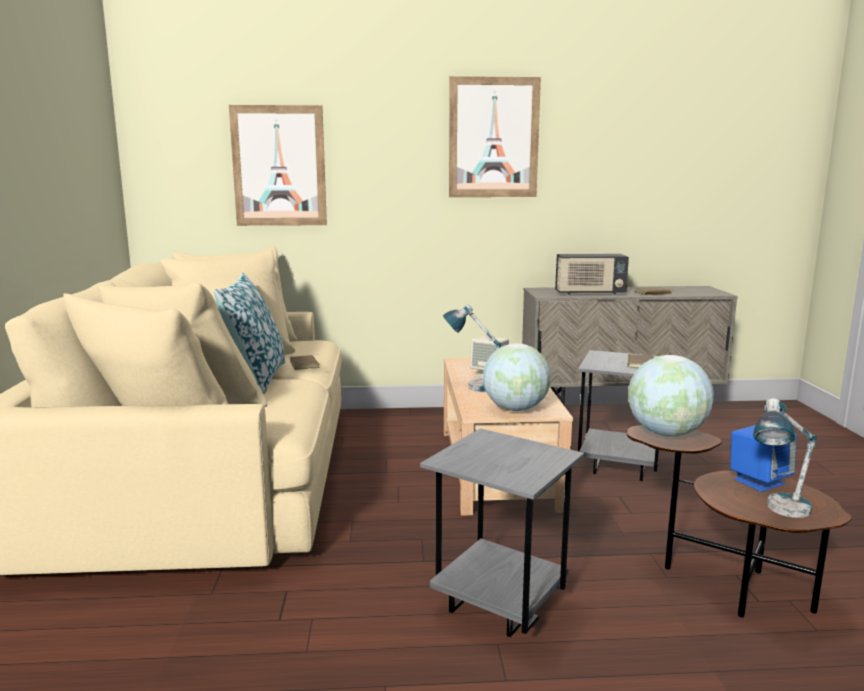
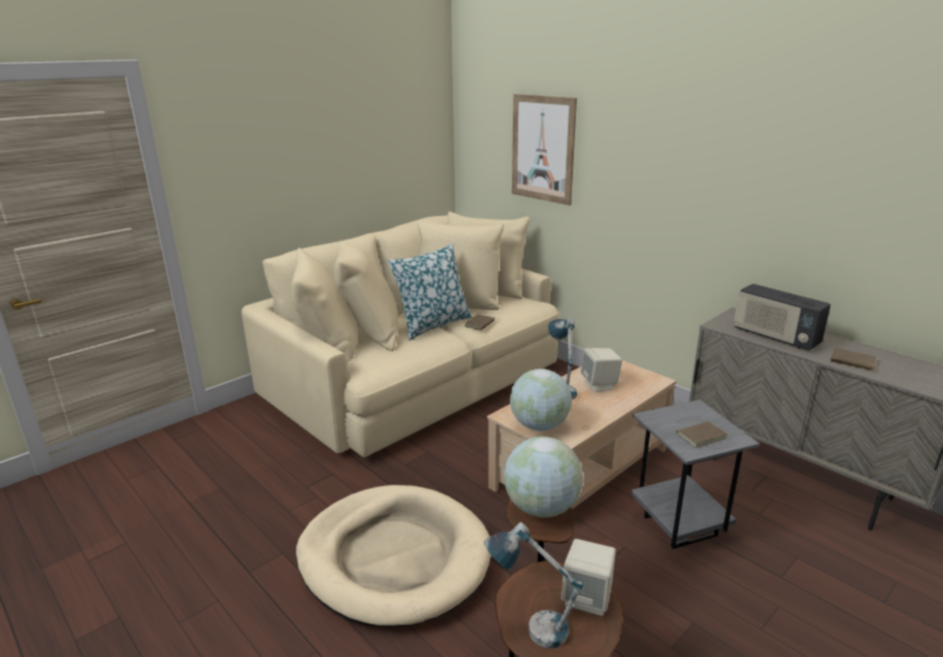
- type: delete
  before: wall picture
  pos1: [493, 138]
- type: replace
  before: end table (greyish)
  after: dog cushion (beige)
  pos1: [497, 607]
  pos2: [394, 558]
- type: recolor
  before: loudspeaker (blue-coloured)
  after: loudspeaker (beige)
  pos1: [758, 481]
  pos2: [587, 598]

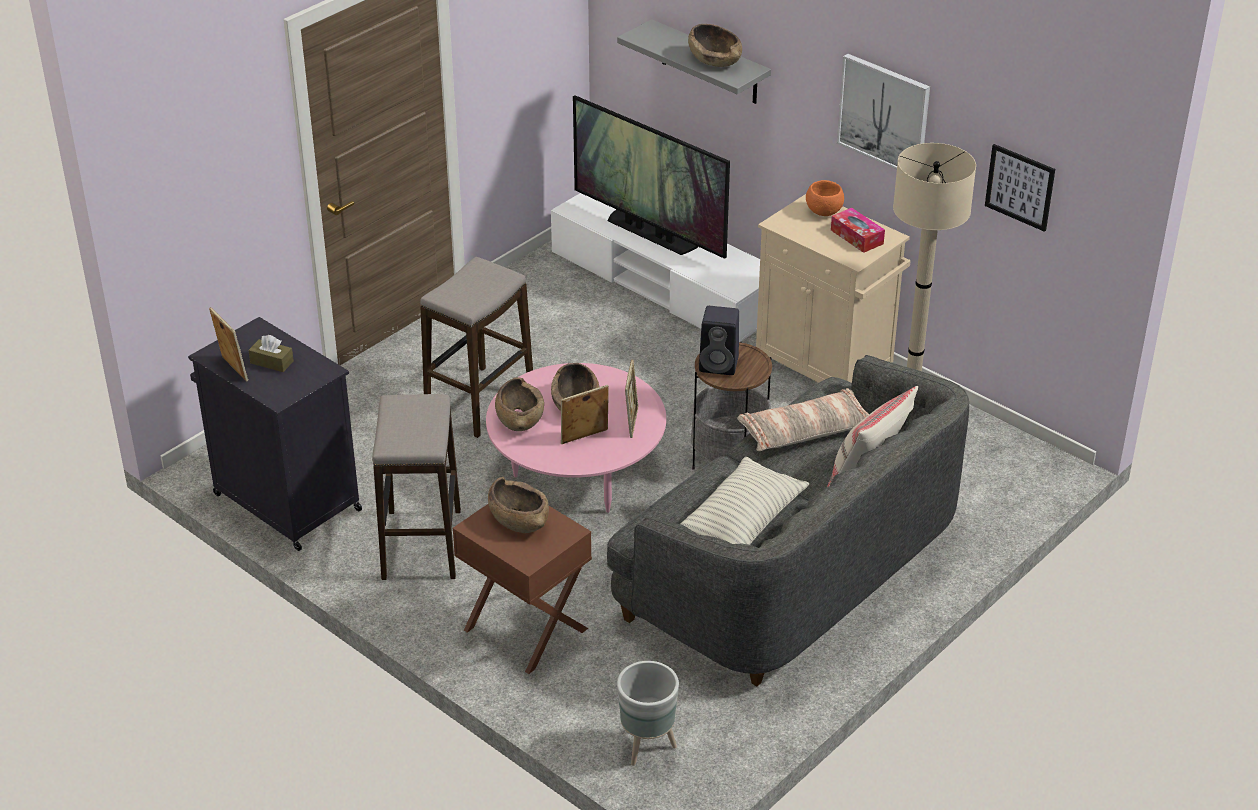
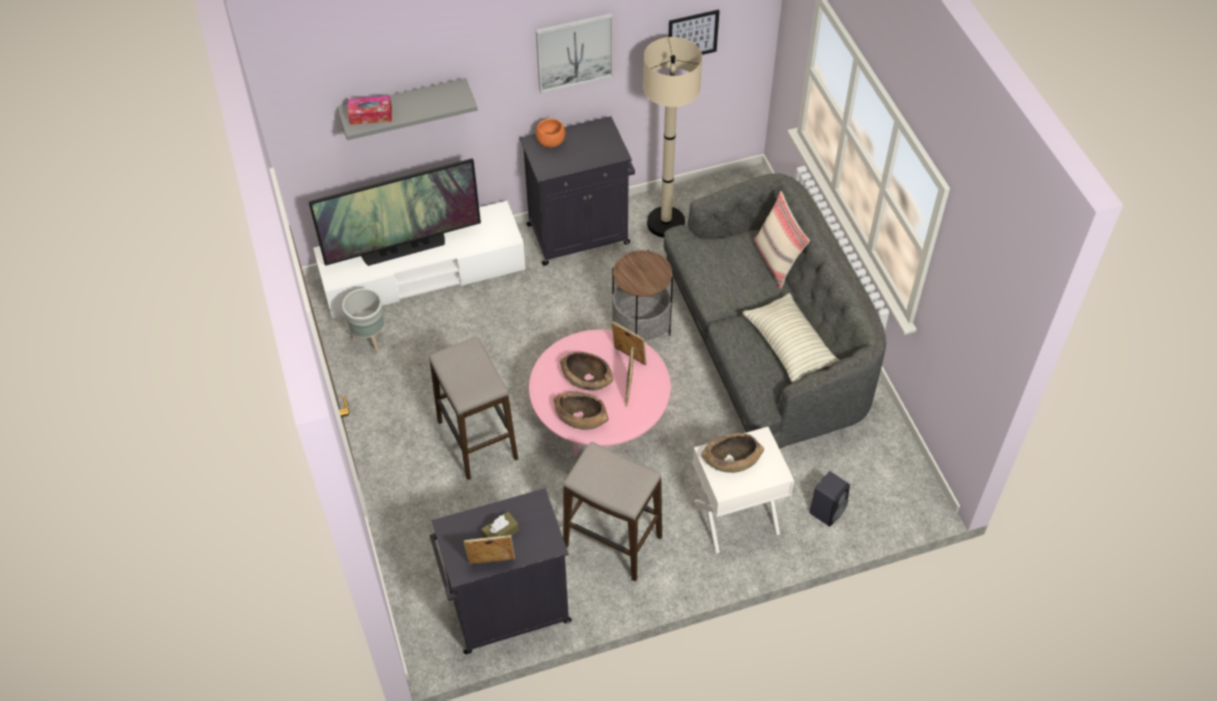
- type: delete
  before: serving bowl (brown)
  pos1: [715, 59]
- type: delete
  before: cushion
  pos1: [805, 431]
- type: move
  before: planter (greyish)
  pos1: [647, 746]
  pos2: [370, 339]
- type: move
  before: loudspeaker (black)
  pos1: [720, 364]
  pos2: [827, 510]
- type: move
  before: tissue box
  pos1: [857, 237]
  pos2: [371, 115]
- type: recolor
  before: bedside table (brown)
  after: bedside table (whitish)
  pos1: [524, 630]
  pos2: [736, 518]
- type: recolor
  before: storage cabinet (beige)
  after: storage cabinet (black)
  pos1: [826, 366]
  pos2: [580, 234]

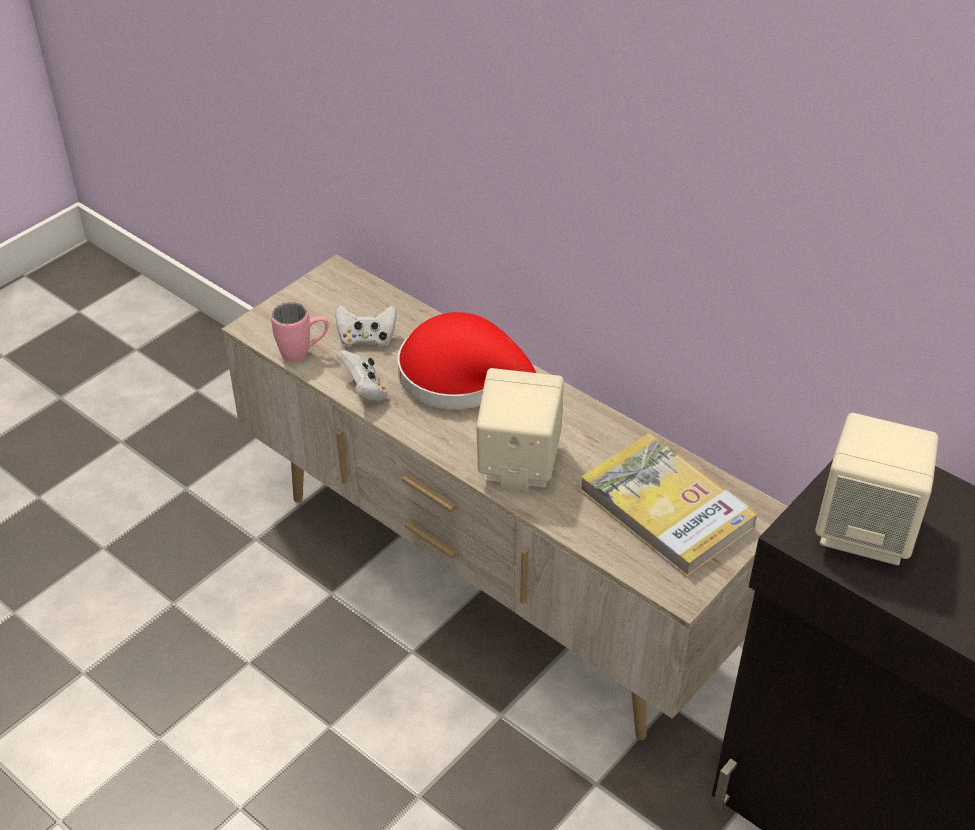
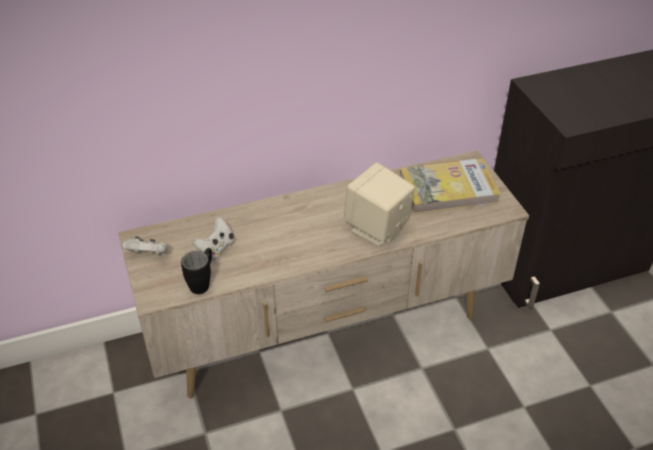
- type: delete
  before: wearable hat (red)
  pos1: [465, 378]
- type: delete
  before: loudspeaker (beige)
  pos1: [865, 530]
- type: move
  before: joypad (whitish)
  pos1: [364, 390]
  pos2: [149, 255]
- type: recolor
  before: mug (pinkish)
  after: mug (black)
  pos1: [303, 353]
  pos2: [203, 282]

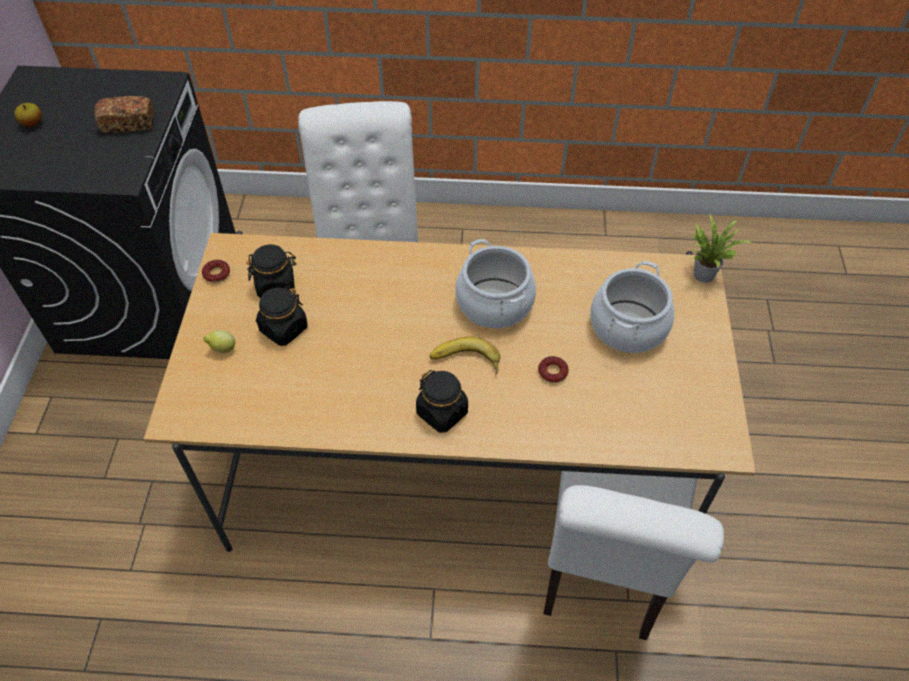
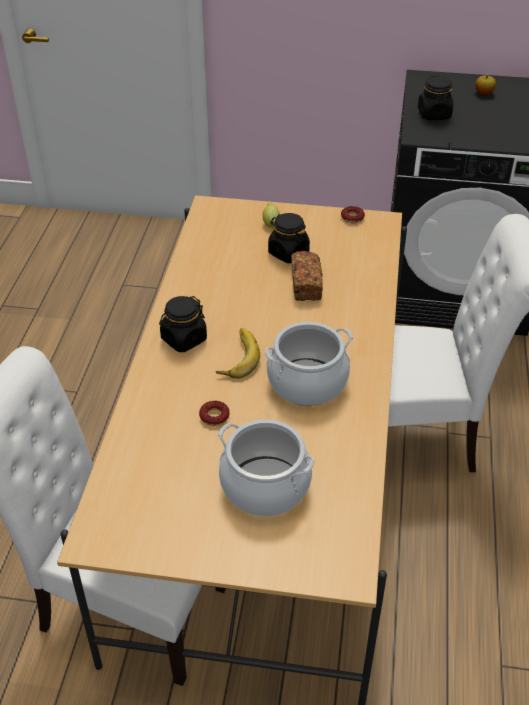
- type: delete
  before: houseplant
  pos1: [704, 272]
- type: move
  before: bread
  pos1: [128, 123]
  pos2: [306, 285]
- type: move
  before: storage jar (black)
  pos1: [276, 285]
  pos2: [434, 114]

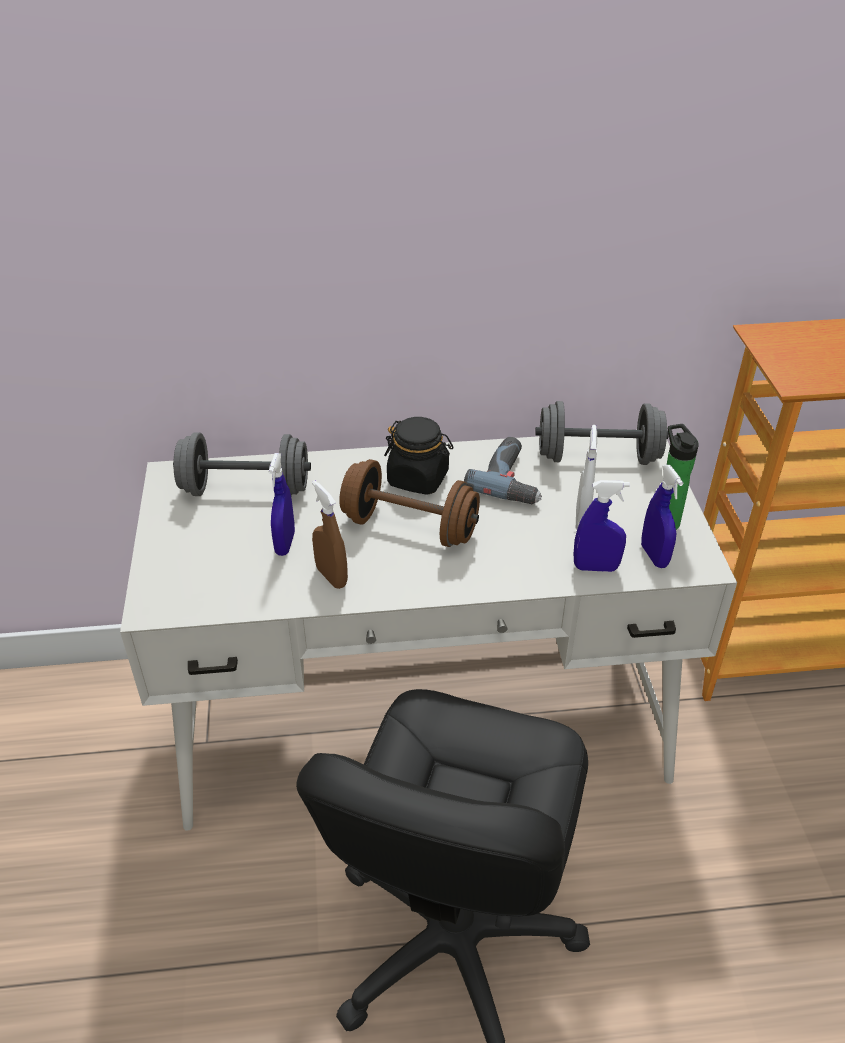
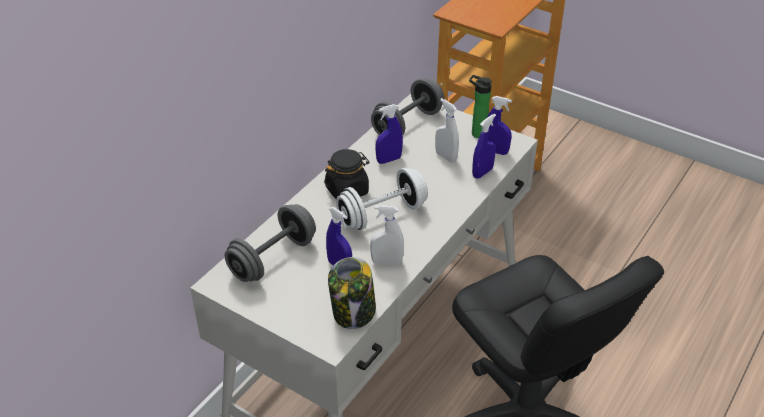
- type: insert
  after: storage jar
  pos2: [353, 312]
- type: replace
  before: drill
  after: spray bottle (blue-coloured)
  pos1: [512, 479]
  pos2: [389, 160]
- type: recolor
  before: spray bottle (brown)
  after: spray bottle (whitish)
  pos1: [331, 577]
  pos2: [386, 262]
- type: recolor
  before: dumbbell (brown)
  after: dumbbell (whitish)
  pos1: [409, 527]
  pos2: [382, 215]

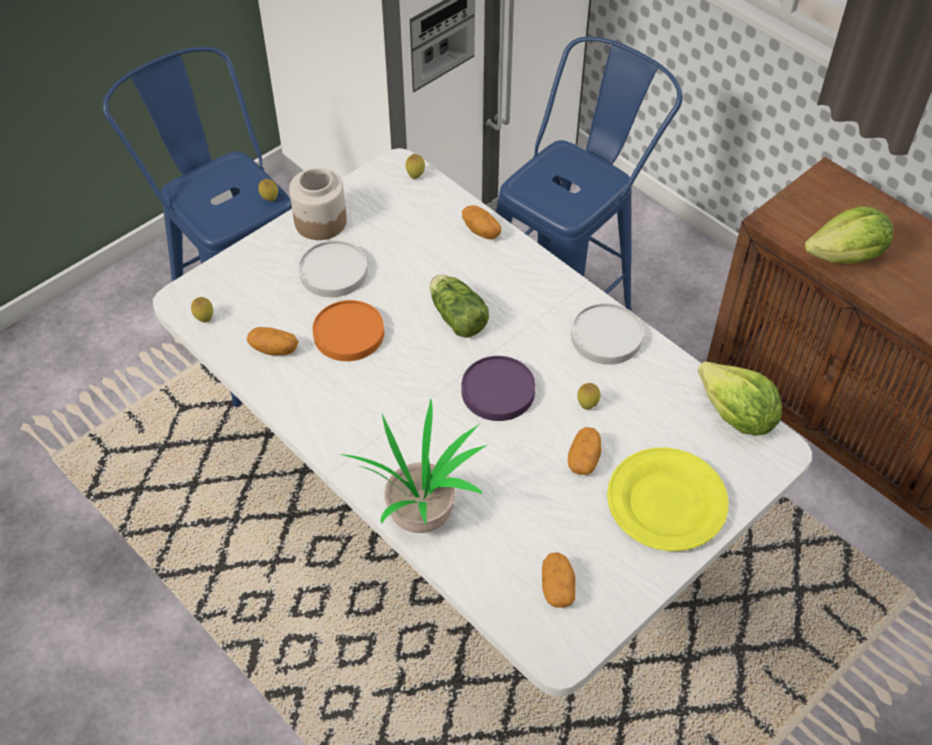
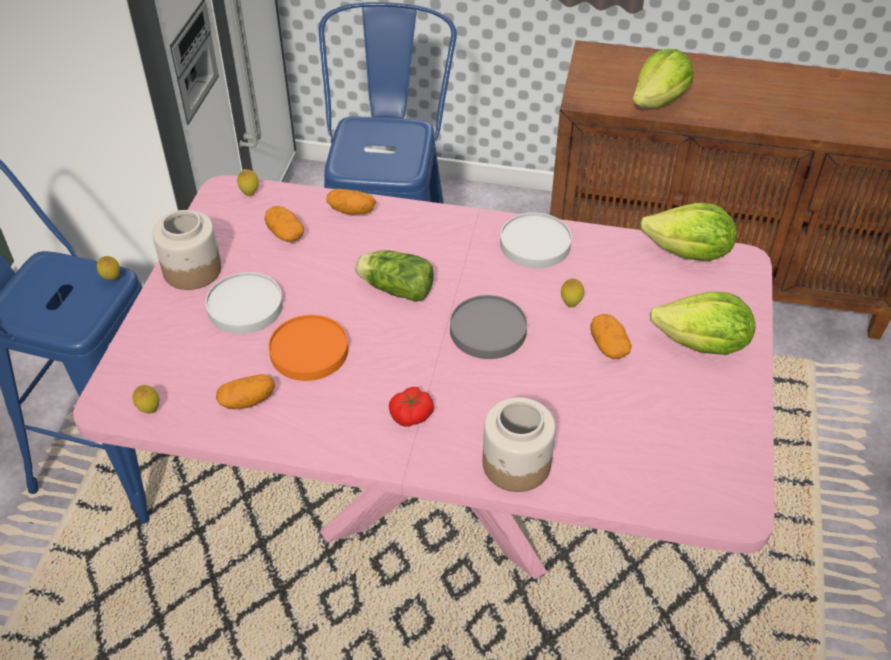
- type: insert
  after: tomato
  pos2: [411, 414]
- type: move
  before: spud
  pos1: [557, 587]
  pos2: [285, 234]
- type: replace
  before: houseplant
  after: storage jar
  pos1: [421, 512]
  pos2: [516, 465]
- type: replace
  before: dinner plate (yellow-coloured)
  after: lettuce
  pos1: [666, 504]
  pos2: [702, 345]
- type: recolor
  before: dinner table (whitish)
  after: dinner table (pinkish)
  pos1: [467, 522]
  pos2: [445, 501]
- type: recolor
  before: dinner plate (purplish)
  after: dinner plate (greyish)
  pos1: [497, 391]
  pos2: [487, 331]

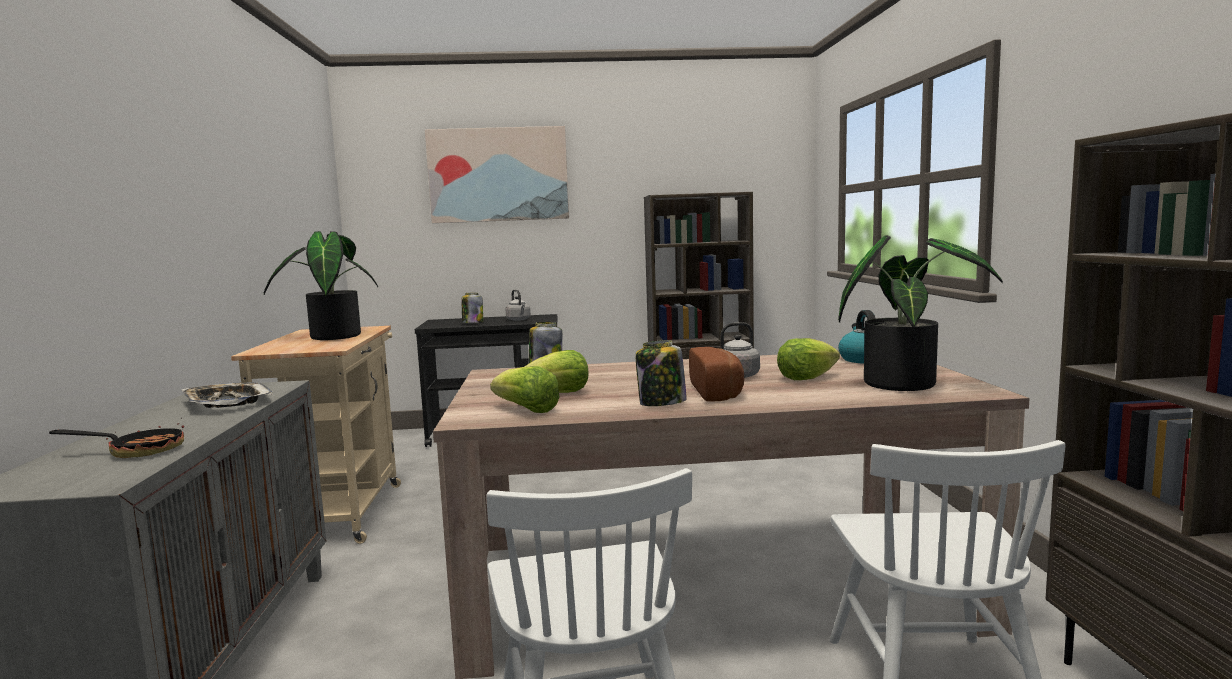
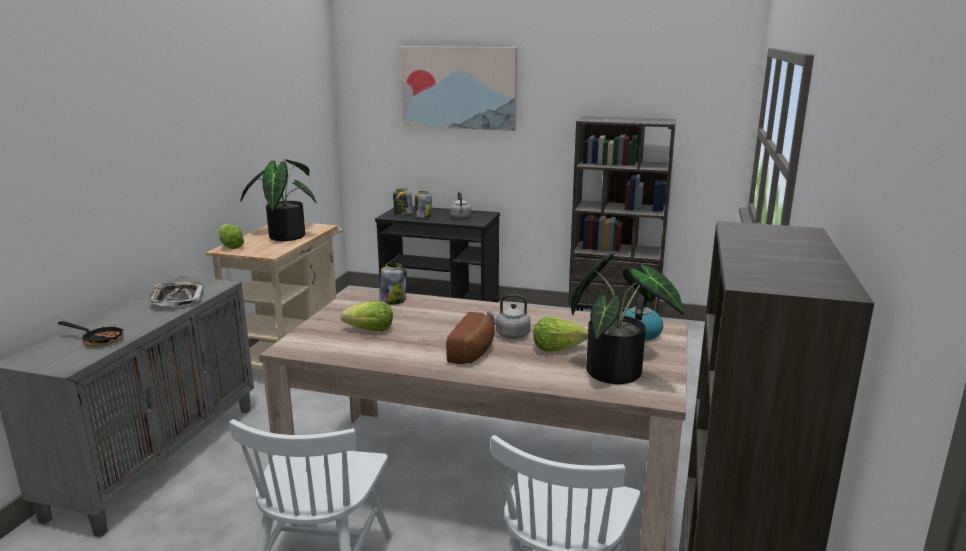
- type: move
  before: lettuce
  pos1: [526, 410]
  pos2: [230, 246]
- type: move
  before: storage jar
  pos1: [661, 403]
  pos2: [403, 214]

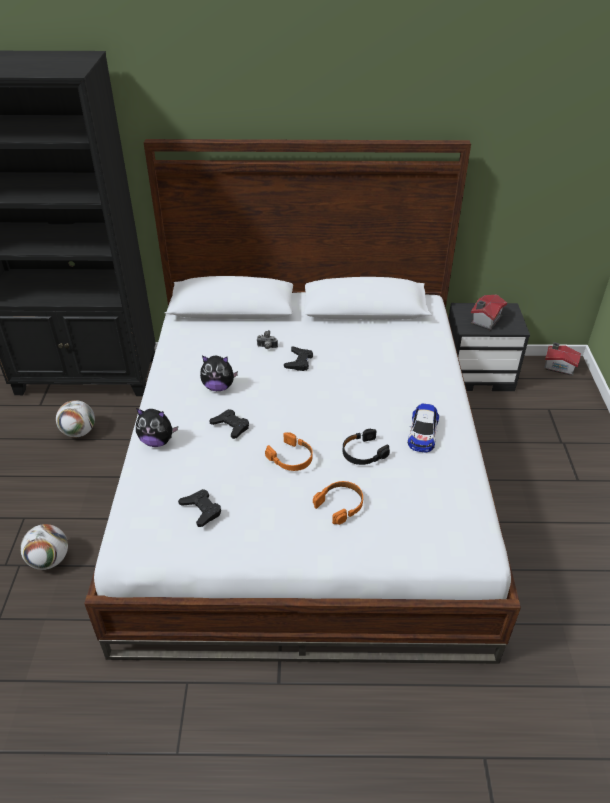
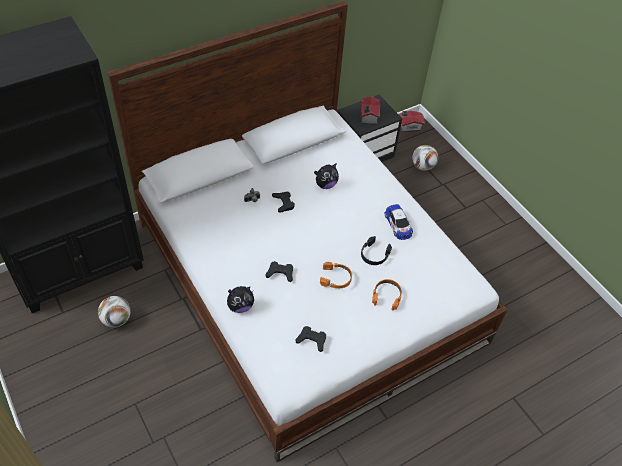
- type: move
  before: ball for football
  pos1: [49, 560]
  pos2: [423, 166]
- type: move
  before: soft toy
  pos1: [218, 387]
  pos2: [325, 185]

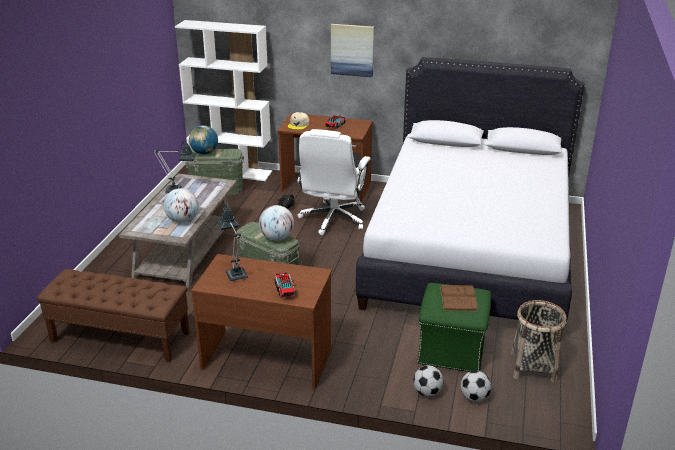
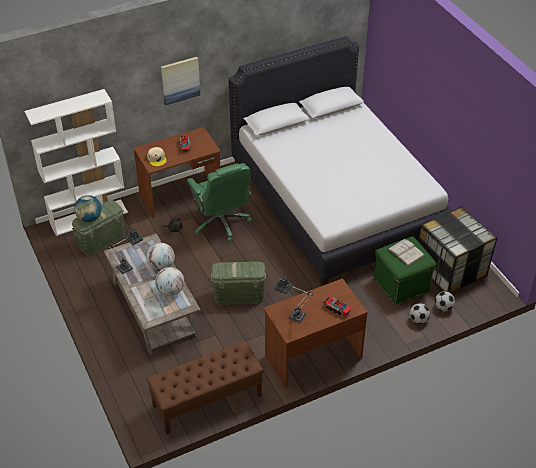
- type: move
  before: desk globe
  pos1: [277, 238]
  pos2: [161, 266]
- type: replace
  before: storage basket
  after: storage container
  pos1: [533, 367]
  pos2: [451, 269]
- type: recolor
  before: desk chair (whitish)
  after: desk chair (green-coloured)
  pos1: [333, 219]
  pos2: [221, 222]
- type: recolor
  before: book (brown)
  after: book (whitish)
  pos1: [458, 298]
  pos2: [406, 252]

